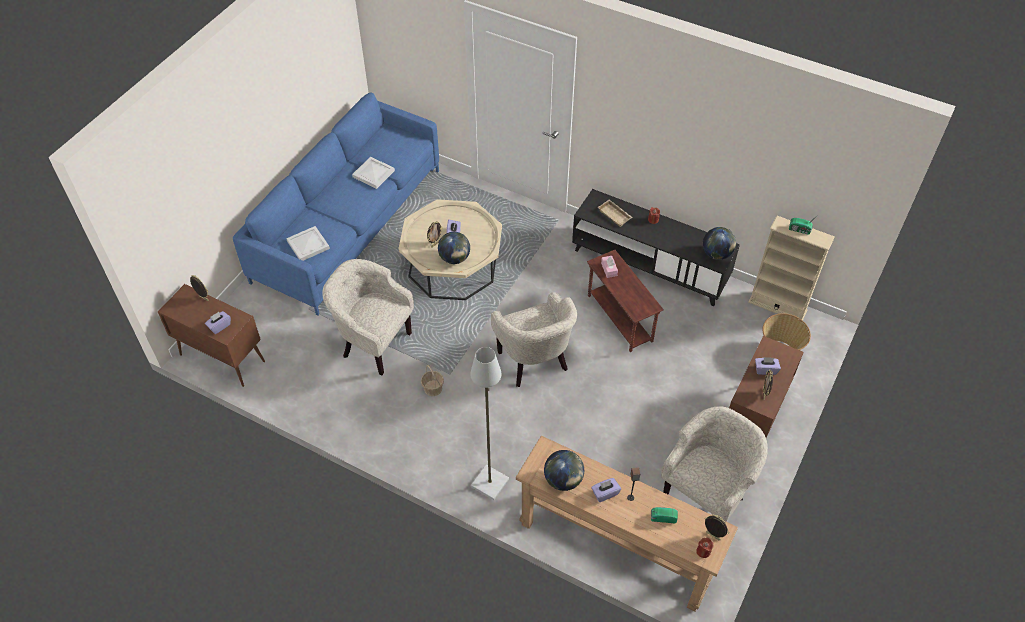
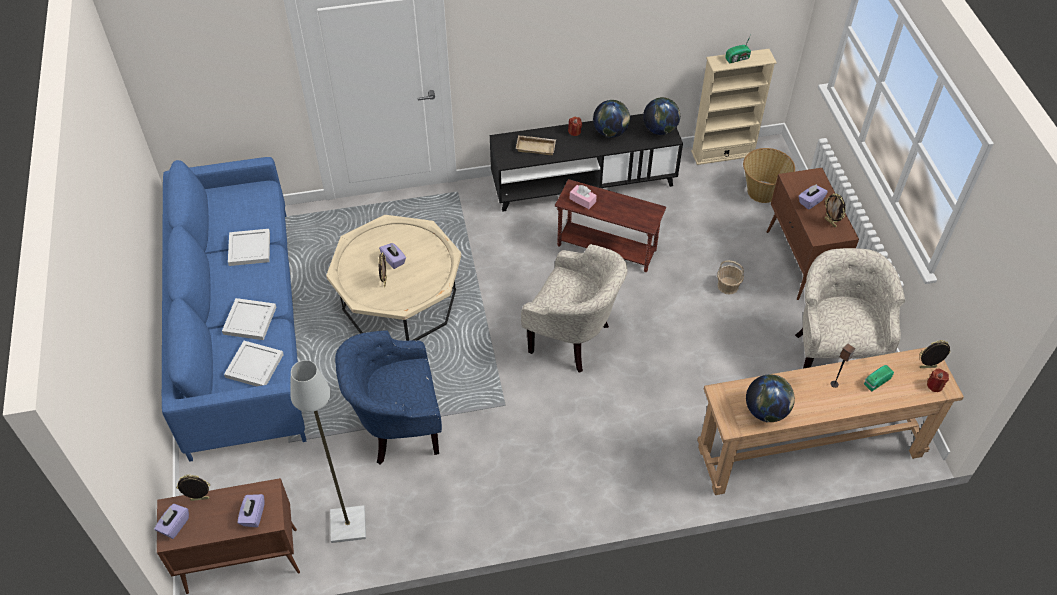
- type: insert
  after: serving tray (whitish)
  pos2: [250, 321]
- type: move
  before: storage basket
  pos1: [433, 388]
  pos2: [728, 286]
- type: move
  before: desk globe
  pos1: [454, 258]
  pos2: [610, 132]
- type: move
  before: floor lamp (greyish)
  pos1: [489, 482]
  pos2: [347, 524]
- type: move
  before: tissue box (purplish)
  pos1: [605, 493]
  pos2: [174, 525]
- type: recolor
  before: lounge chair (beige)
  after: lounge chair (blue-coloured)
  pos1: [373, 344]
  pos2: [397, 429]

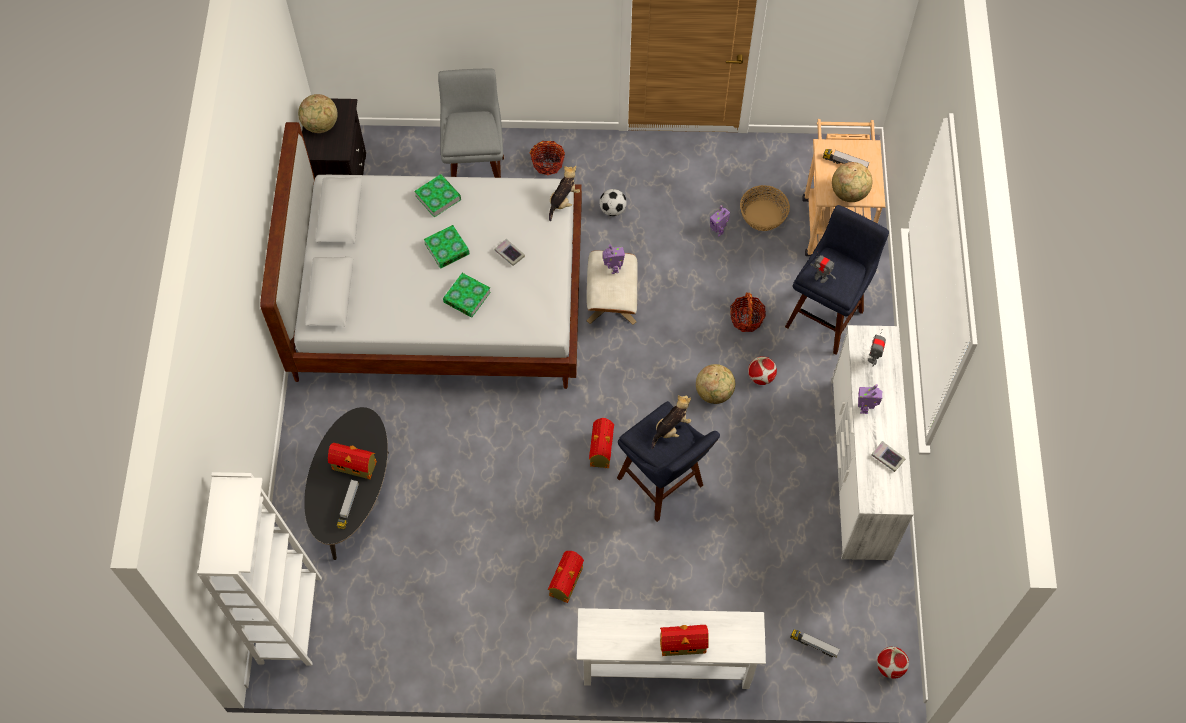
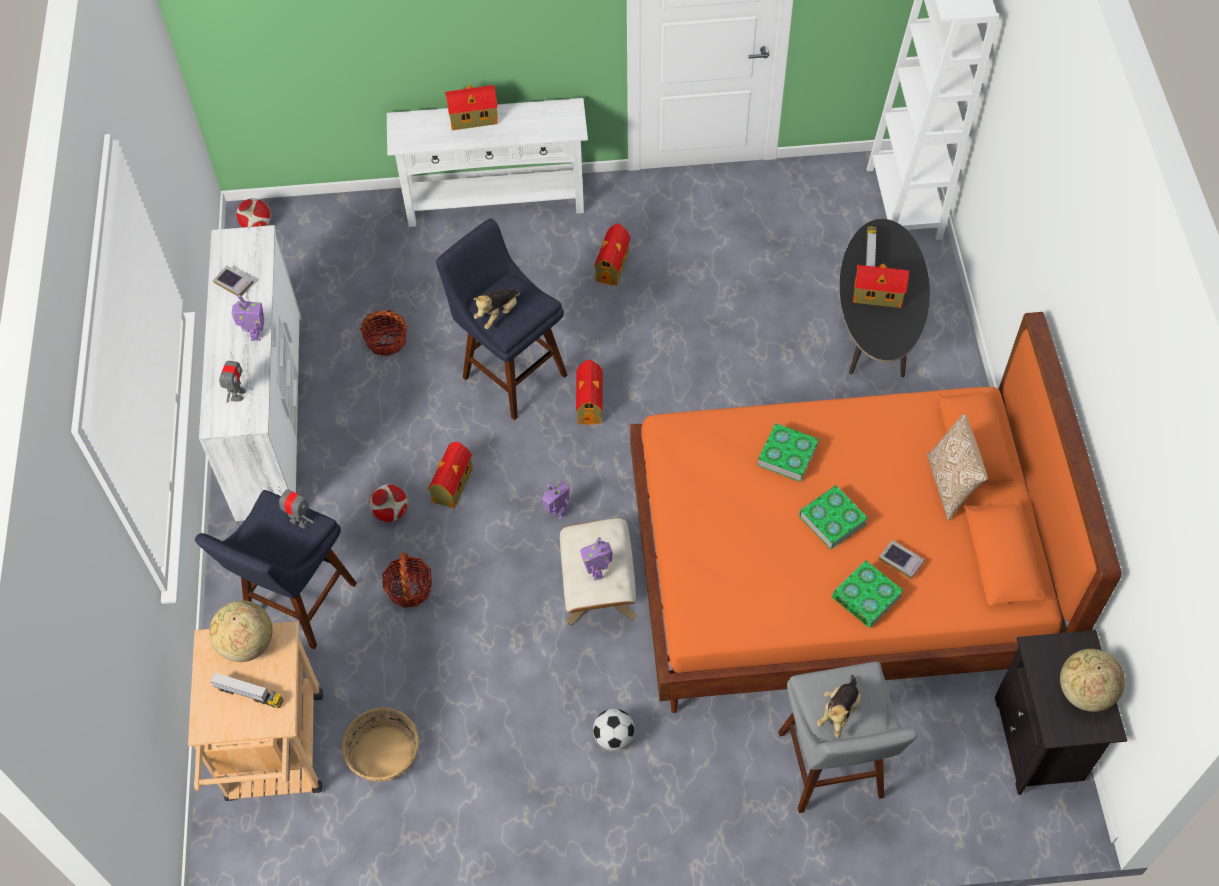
- type: delete
  before: toy truck
  pos1: [813, 645]
- type: insert
  after: cushion
  pos2: [950, 485]
- type: move
  before: book
  pos1: [509, 254]
  pos2: [901, 561]
- type: move
  before: storage basket
  pos1: [548, 163]
  pos2: [386, 340]
- type: move
  before: soft toy
  pos1: [563, 201]
  pos2: [839, 712]
- type: move
  before: toy robot
  pos1: [718, 231]
  pos2: [557, 513]
- type: replace
  before: desk globe
  after: model house
  pos1: [714, 392]
  pos2: [451, 486]
- type: recolor
  before: bed (whitish)
  after: bed (orange-coloured)
  pos1: [440, 298]
  pos2: [837, 571]

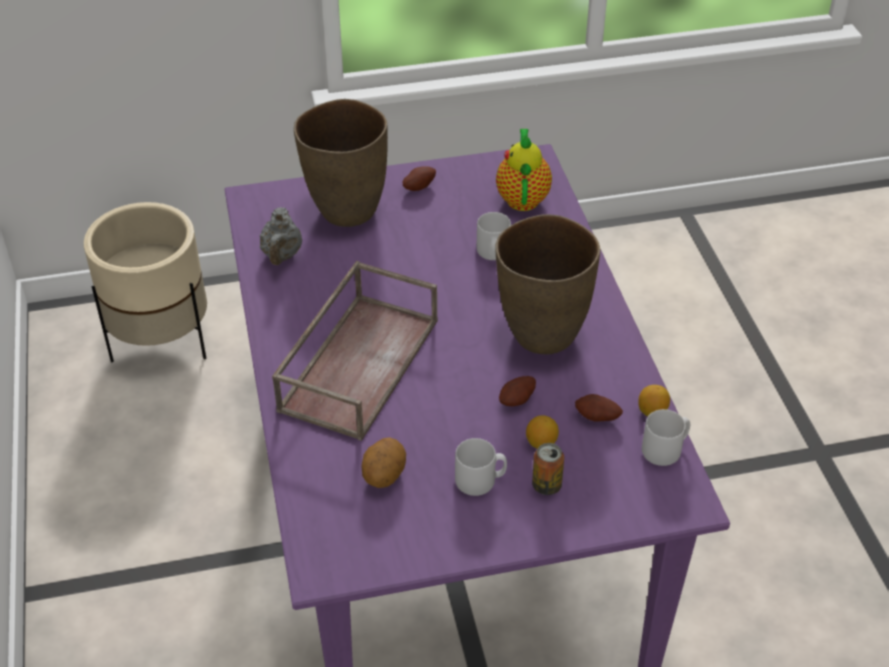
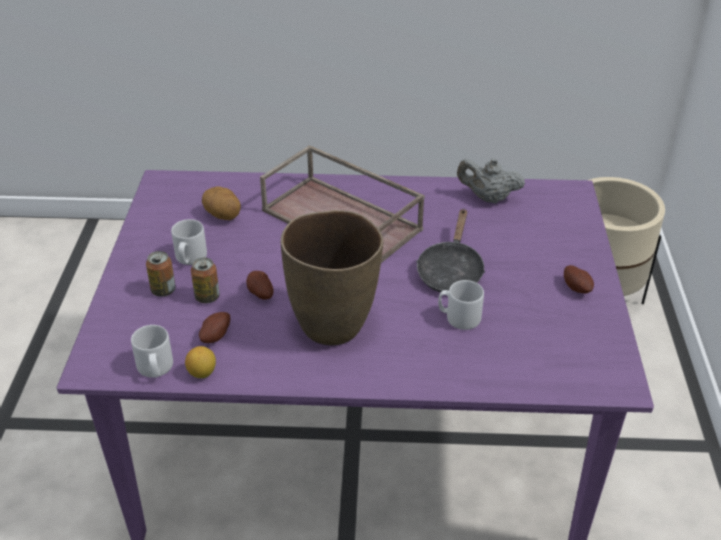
- type: delete
  before: vase (brown)
  pos1: [346, 211]
- type: delete
  before: pot for tea
  pos1: [522, 197]
- type: insert
  after: skillet (black)
  pos2: [450, 271]
- type: replace
  before: lemon
  after: metal can
  pos1: [541, 443]
  pos2: [207, 297]

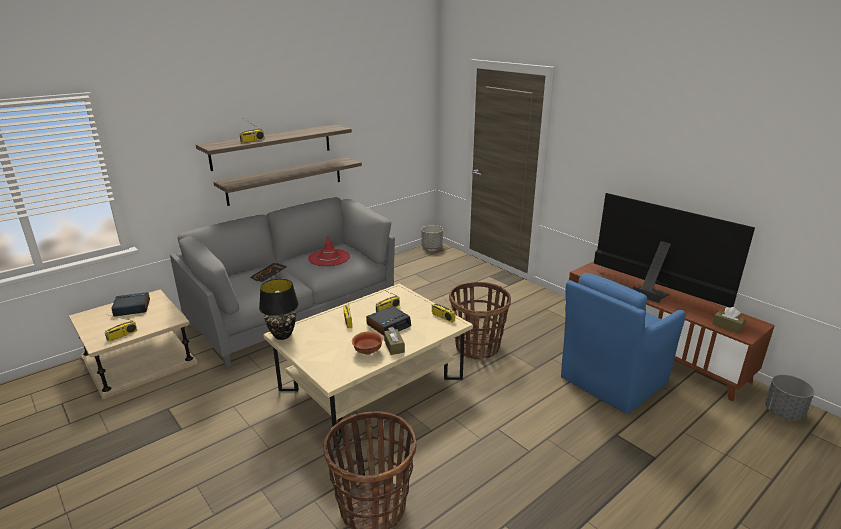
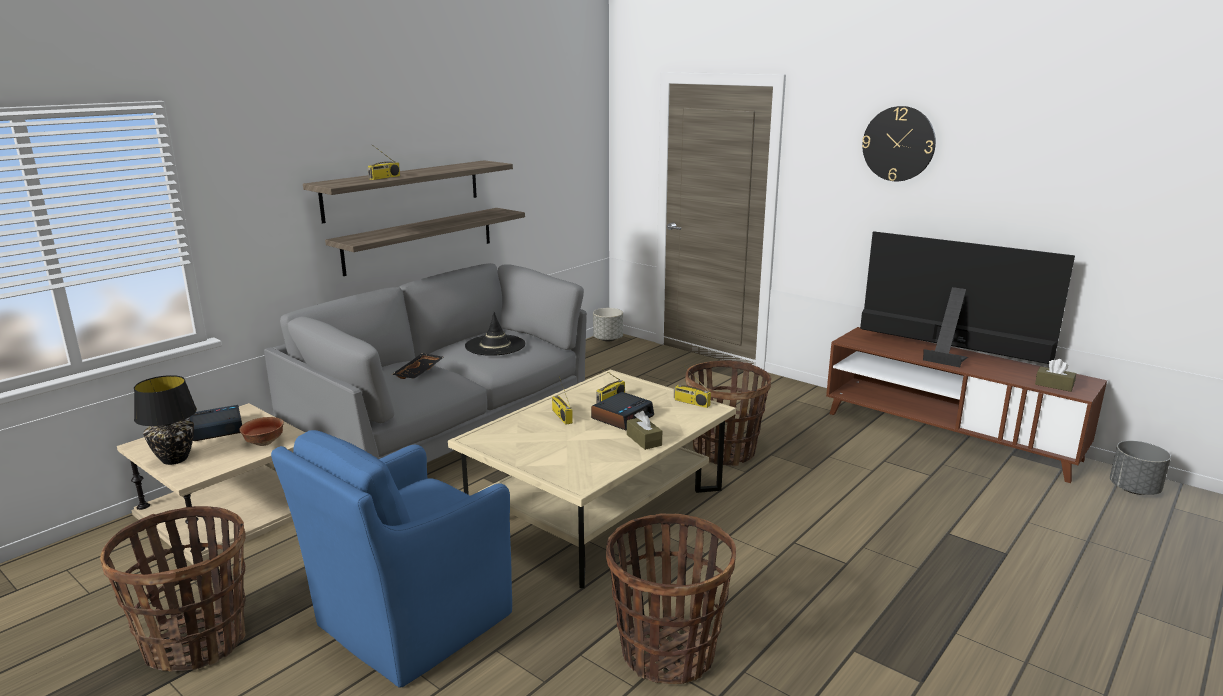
- type: delete
  before: radio set
  pos1: [122, 335]
- type: insert
  after: storage basket
  pos2: [196, 642]
- type: insert
  after: clock on the wall
  pos2: [898, 144]
- type: move
  before: lamp for a table (black)
  pos1: [283, 336]
  pos2: [175, 459]
- type: move
  before: serving bowl
  pos1: [368, 352]
  pos2: [264, 443]
- type: move
  before: lounge chair (blue-coloured)
  pos1: [611, 381]
  pos2: [409, 623]
- type: recolor
  before: wearable hat (red)
  after: wearable hat (black)
  pos1: [329, 258]
  pos2: [495, 345]

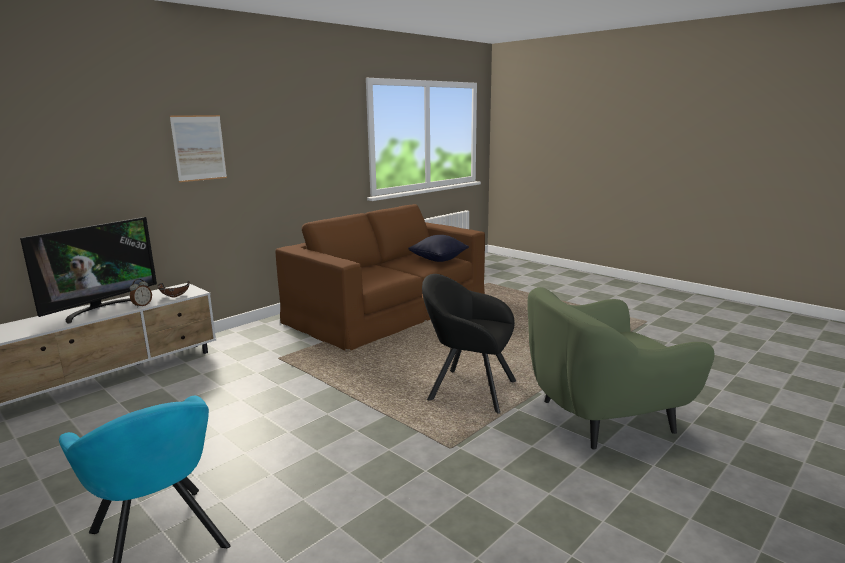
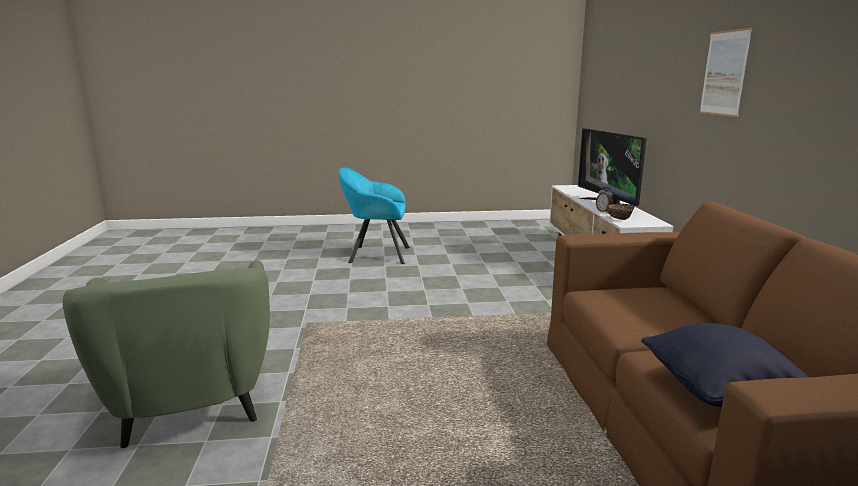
- type: delete
  before: lounge chair (black)
  pos1: [467, 390]
- type: rotate
  before: lounge chair (green-coloured)
  pos1: [602, 417]
  pos2: [192, 405]
  turn: 135

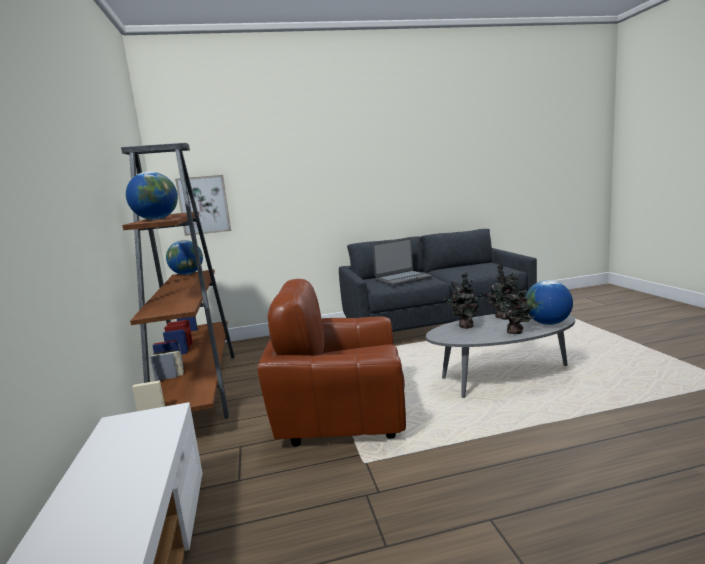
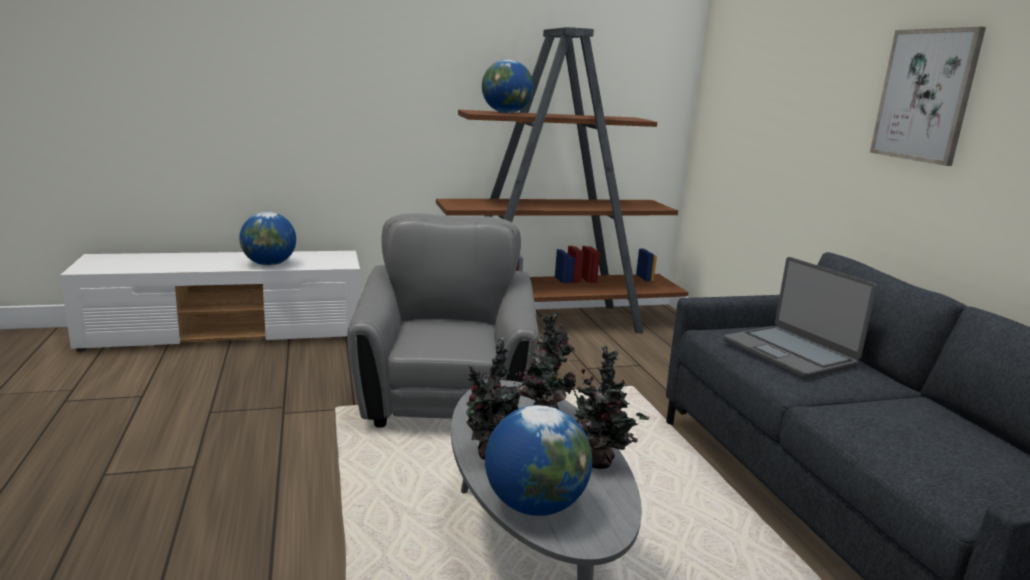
- type: move
  before: desk globe
  pos1: [187, 274]
  pos2: [269, 264]
- type: move
  before: wall picture
  pos1: [204, 205]
  pos2: [925, 95]
- type: recolor
  before: lounge chair (brown)
  after: lounge chair (greyish)
  pos1: [341, 416]
  pos2: [445, 398]

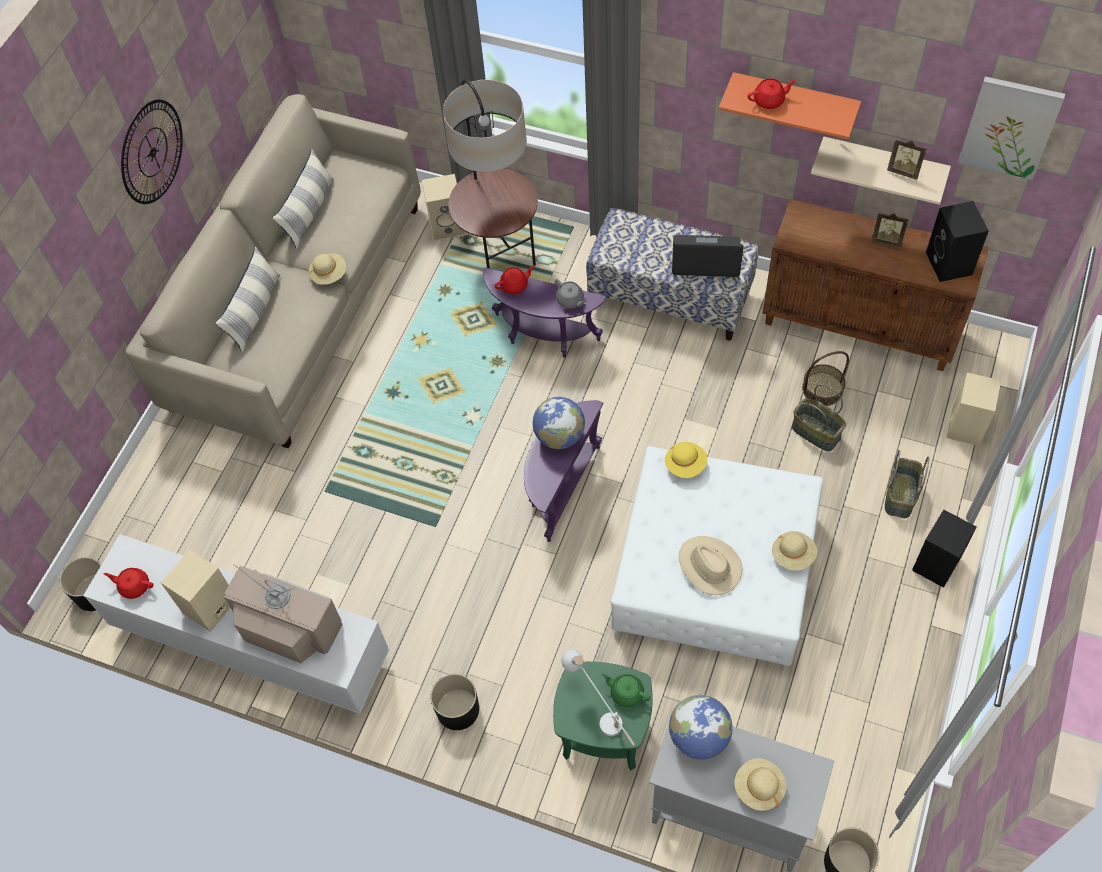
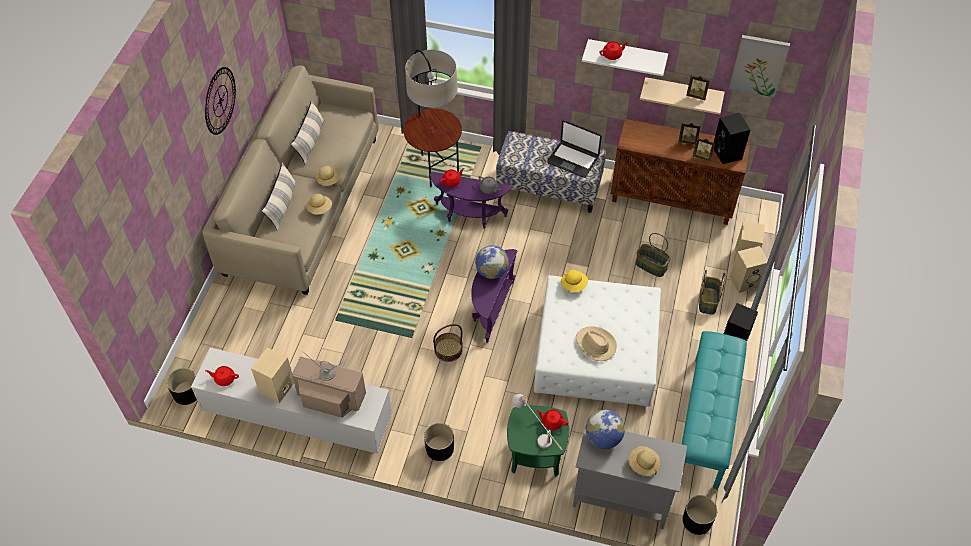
- type: insert
  after: long seat (turquoise-coloured)
  pos2: [707, 421]
- type: insert
  after: standing frame
  pos2: [702, 156]
- type: move
  before: loudspeaker (beige)
  pos1: [448, 226]
  pos2: [745, 281]
- type: move
  before: wearable hat (beige)
  pos1: [793, 555]
  pos2: [320, 209]
- type: move
  before: storage basket
  pos1: [822, 389]
  pos2: [448, 350]
- type: recolor
  before: pot for tea (green-coloured)
  after: pot for tea (red)
  pos1: [626, 692]
  pos2: [552, 422]
- type: recolor
  before: wall shelf (orange-coloured)
  after: wall shelf (whitish)
  pos1: [794, 101]
  pos2: [626, 56]
- type: rotate
  before: laptop
  pos1: [706, 259]
  pos2: [573, 159]
  turn: -150

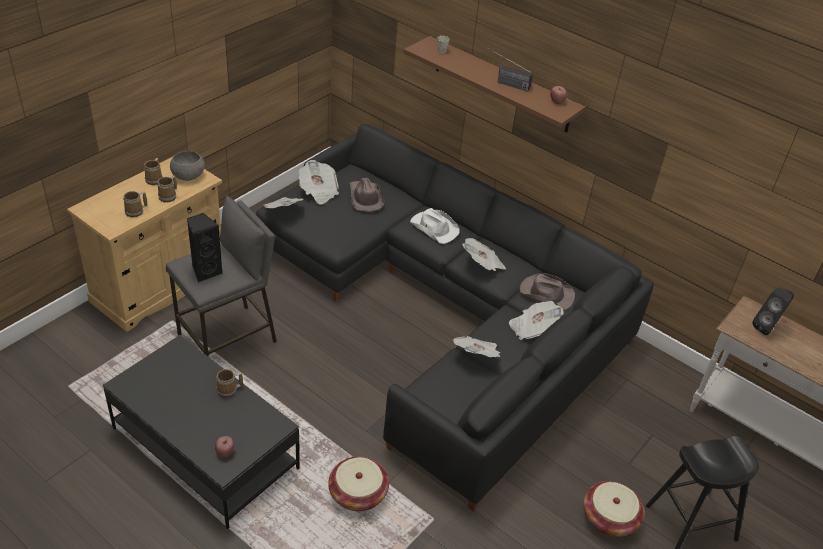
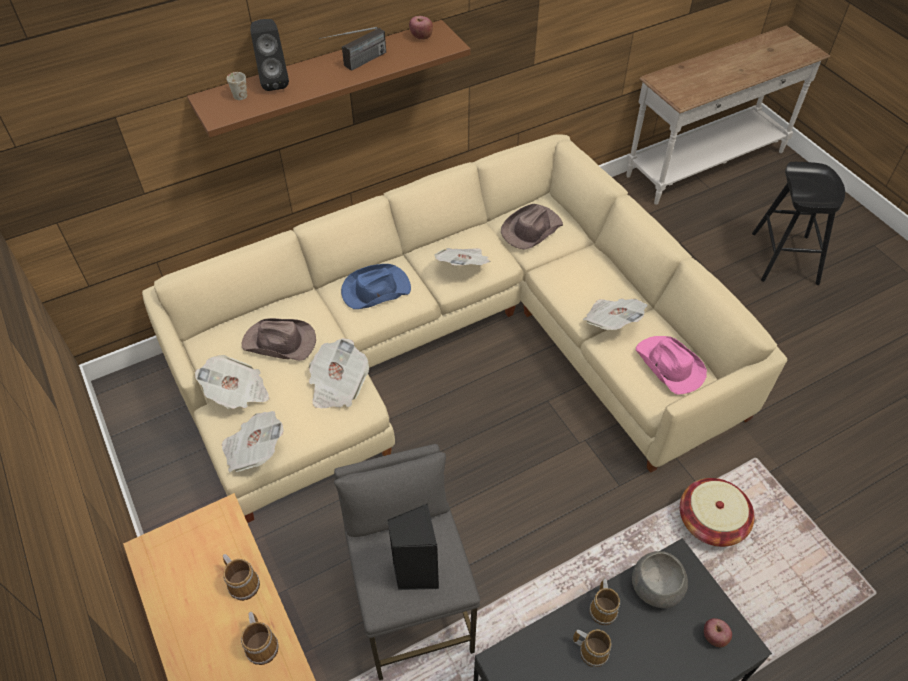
- type: delete
  before: storage basket
  pos1: [609, 518]
- type: insert
  after: wearable hat (pinkish)
  pos2: [669, 366]
- type: move
  before: mug
  pos1: [155, 179]
  pos2: [592, 650]
- type: move
  before: serving bowl (greyish)
  pos1: [188, 175]
  pos2: [655, 587]
- type: move
  before: newspaper
  pos1: [533, 329]
  pos2: [337, 385]
- type: move
  before: loudspeaker (black)
  pos1: [767, 327]
  pos2: [274, 81]
- type: recolor
  before: couch (black)
  after: couch (beige)
  pos1: [446, 311]
  pos2: [454, 345]
- type: recolor
  before: wearable hat (whitish)
  after: wearable hat (blue-coloured)
  pos1: [434, 227]
  pos2: [375, 290]

